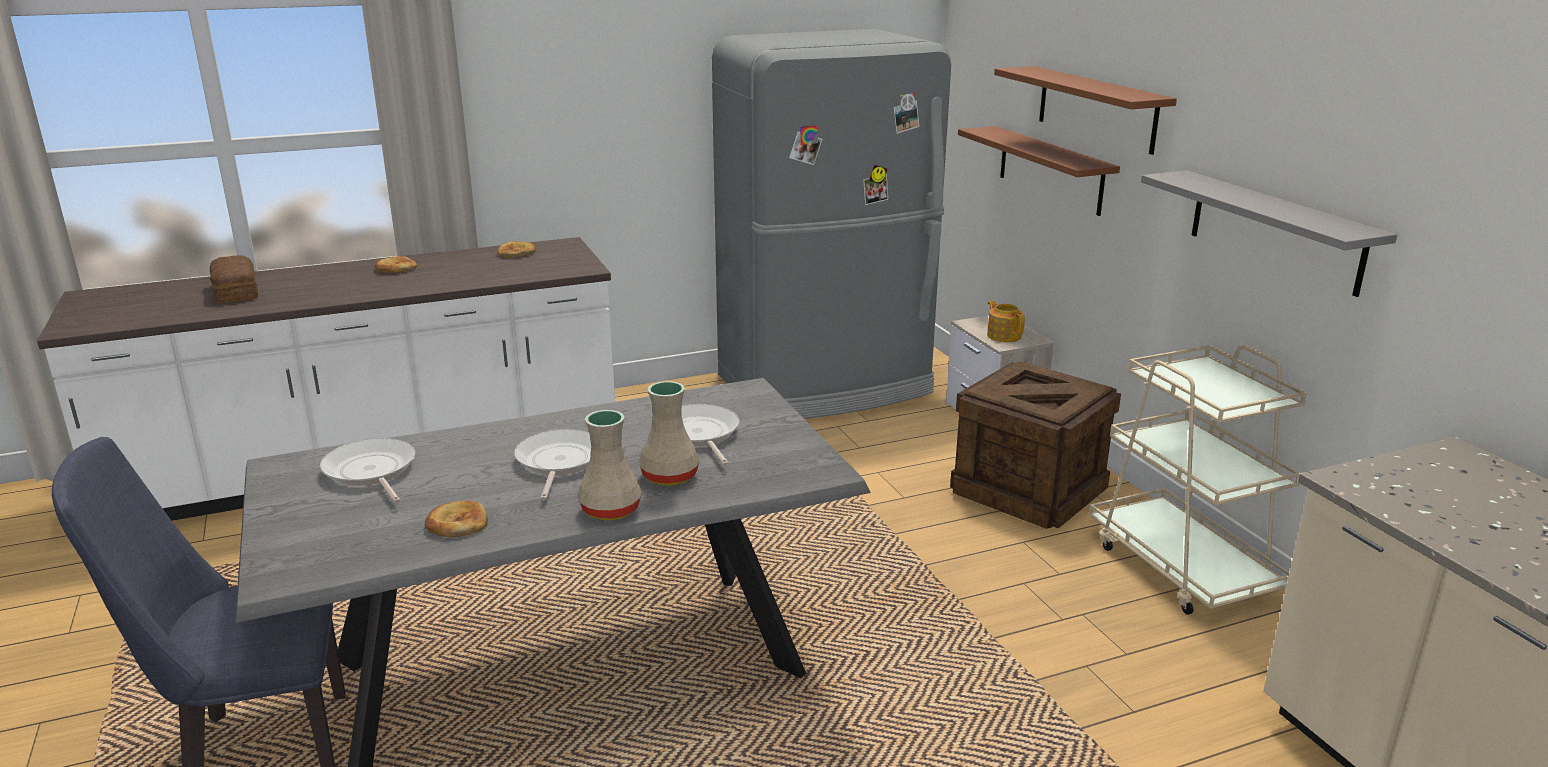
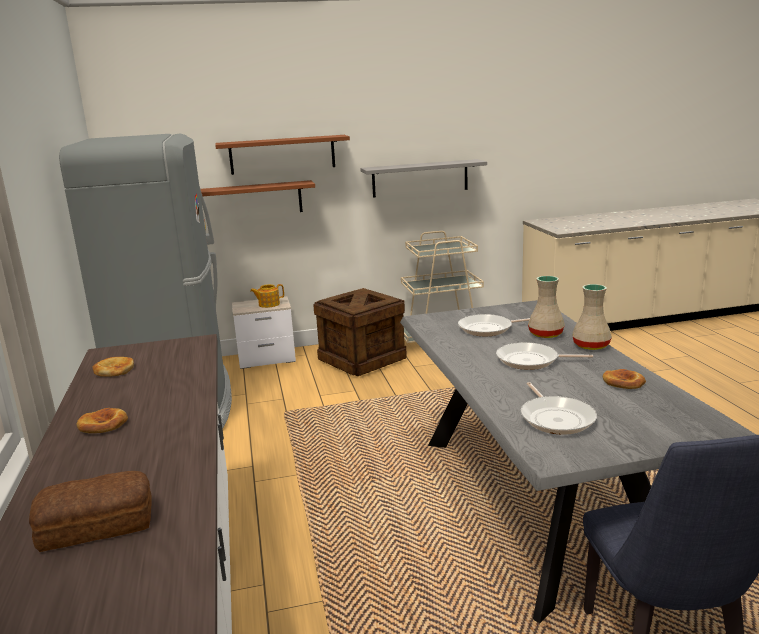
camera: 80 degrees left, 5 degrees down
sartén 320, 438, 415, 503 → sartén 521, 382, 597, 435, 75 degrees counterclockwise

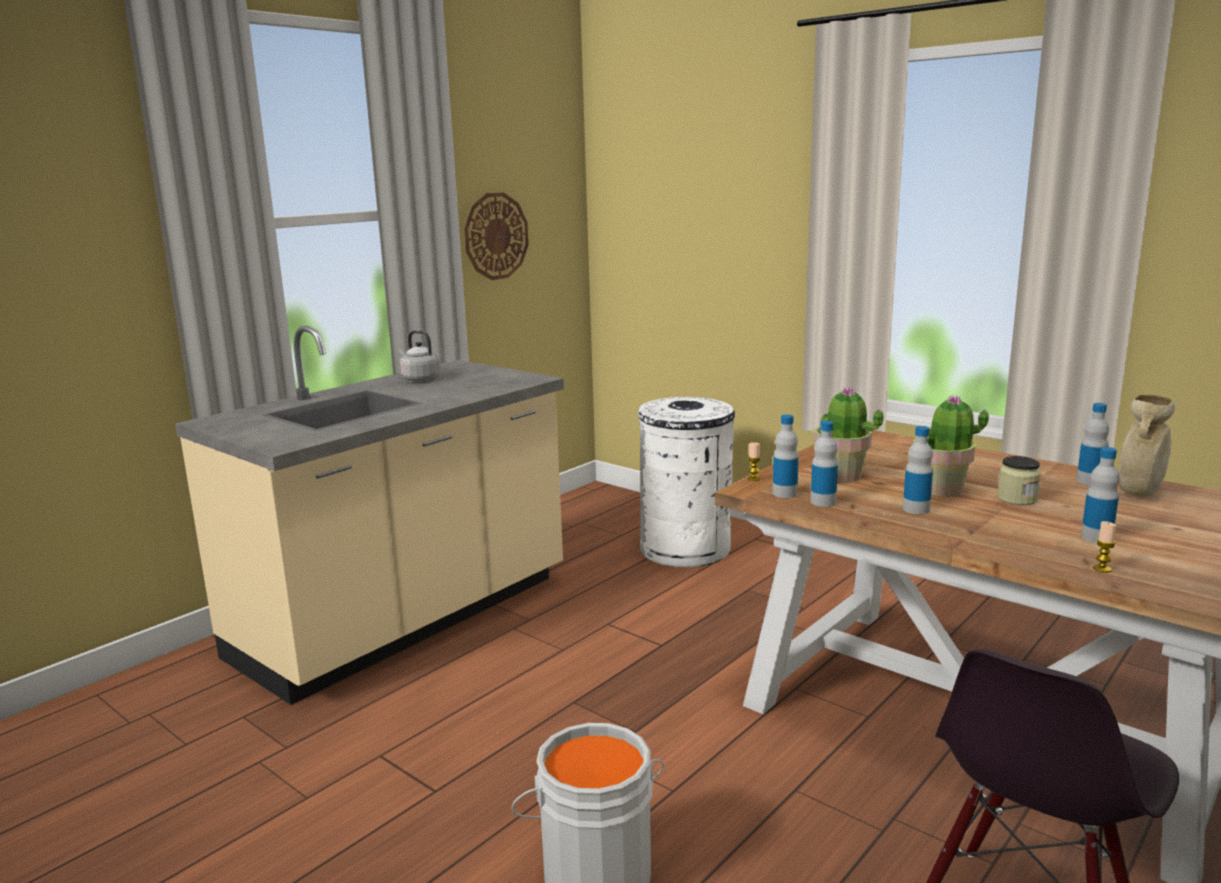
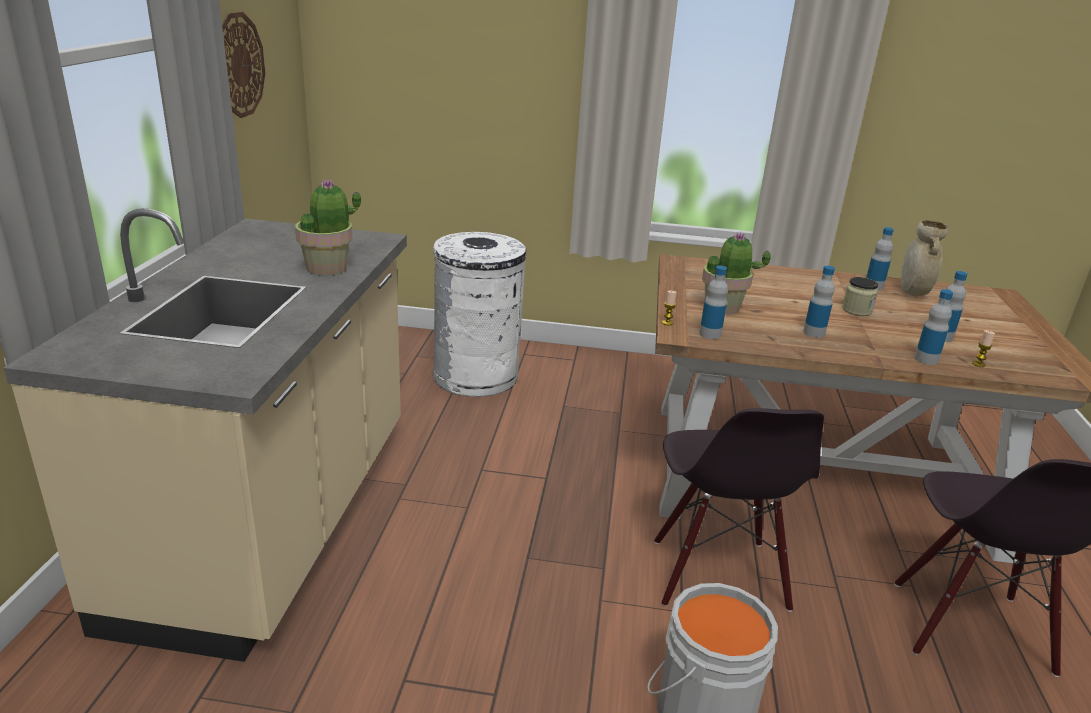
camera: 35 degrees left, 10 degrees up
hervidor (gris) 399, 330, 441, 382 → -
planta en maceta 913, 394, 989, 496 → planta en maceta 295, 179, 361, 276, shifted
botella 811, 421, 838, 507 → botella 914, 289, 953, 365, shifted
- → silla (negro) 654, 408, 824, 612

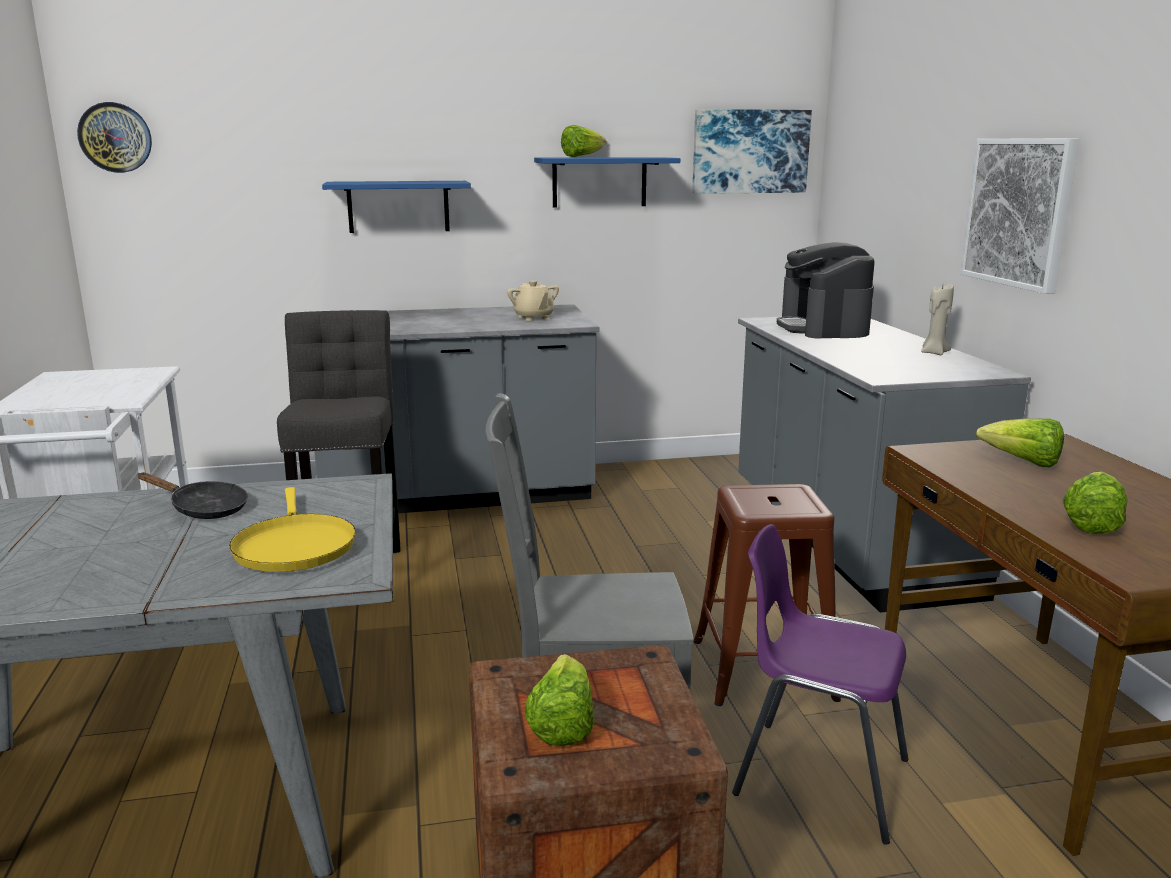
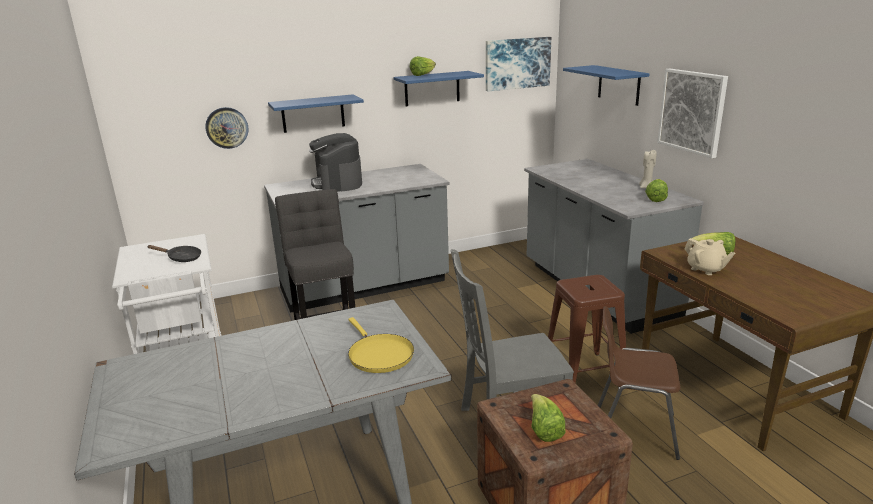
camera: 10 degrees left, 5 degrees up
reloj de pared 77, 102, 152, 173 → reloj de pared 205, 107, 249, 149, shifted
cafetera 777, 242, 875, 339 → cafetera 309, 133, 362, 192, shifted
tetera (beis) 507, 280, 559, 321 → tetera (beis) 684, 238, 735, 275, shifted
sartén (negro) 137, 472, 248, 519 → sartén (negro) 147, 245, 201, 262, shifted
lechuga 1062, 472, 1128, 534 → lechuga 645, 179, 668, 202, shifted
silla (morado) 732, 524, 908, 845 → silla (marrón) 598, 306, 680, 460
- → estante (azul) 563, 65, 650, 106

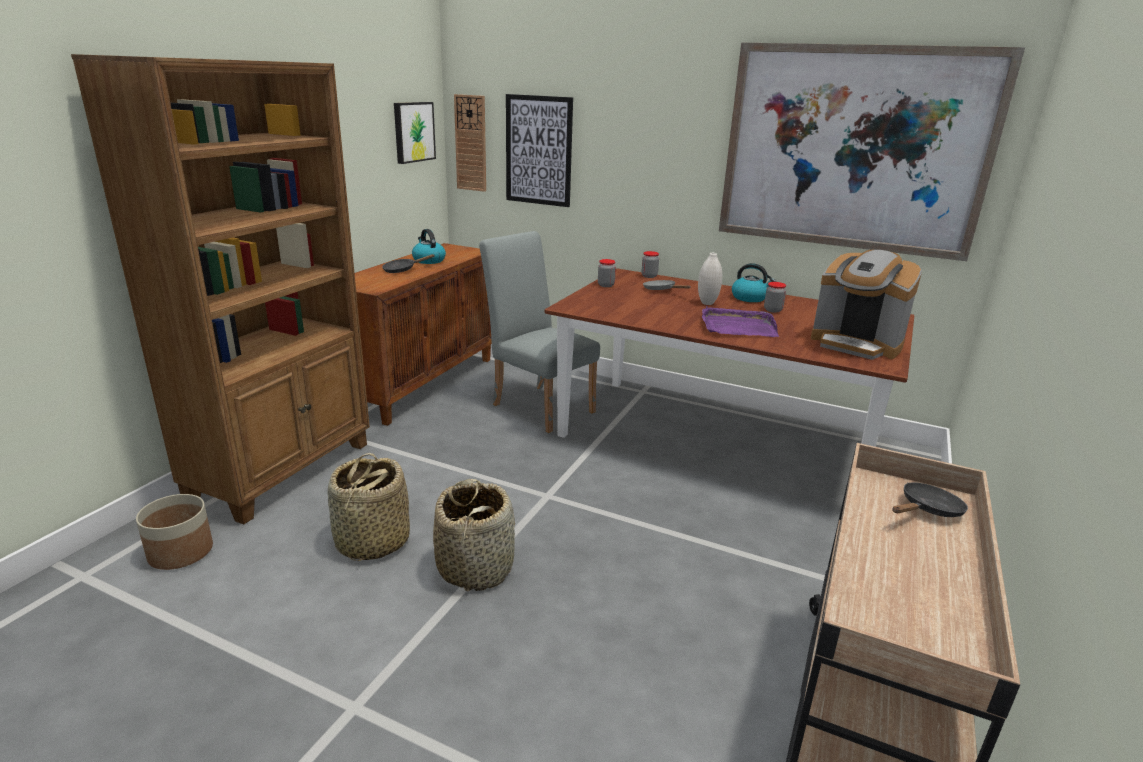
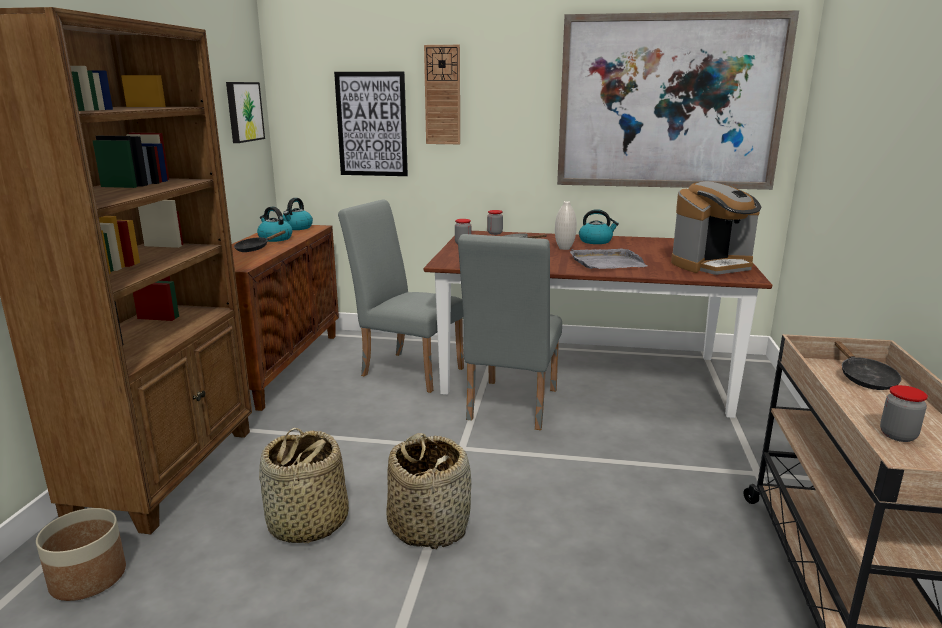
camera: 15 degrees left, 5 degrees down
reloj de pared 454, 94, 486, 192 → reloj de pared 424, 45, 460, 144, shifted
cafetera 811, 250, 922, 360 → cafetera 671, 181, 762, 275, 45 degrees counterclockwise
tarro 764, 282, 786, 313 → tarro 880, 385, 928, 442, shifted
bandeja (morado) 702, 306, 779, 337 → bandeja (gris) 570, 248, 647, 269
sartén (negro) 892, 483, 968, 517 → sartén (negro) 835, 341, 901, 390, 135 degrees clockwise
- → hervidor 283, 198, 313, 230
- → silla (gris) 458, 234, 562, 430

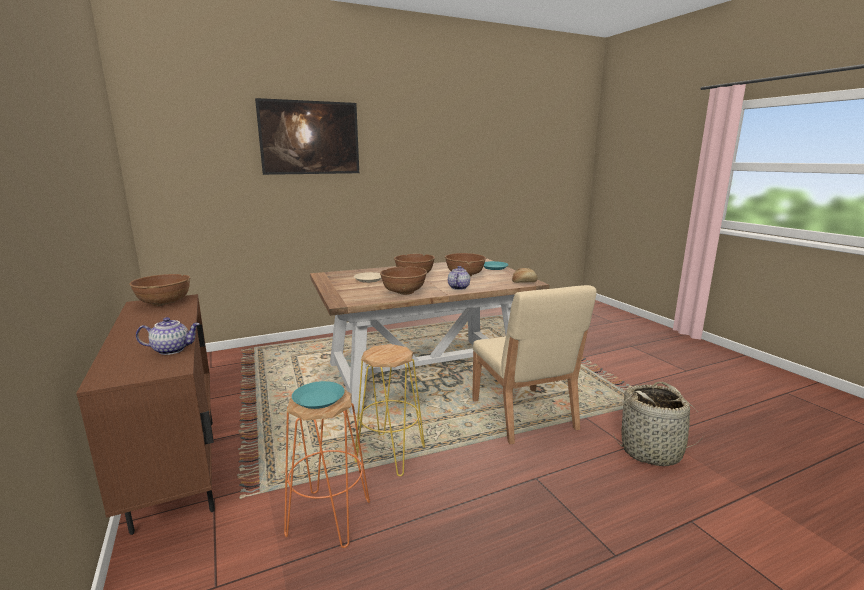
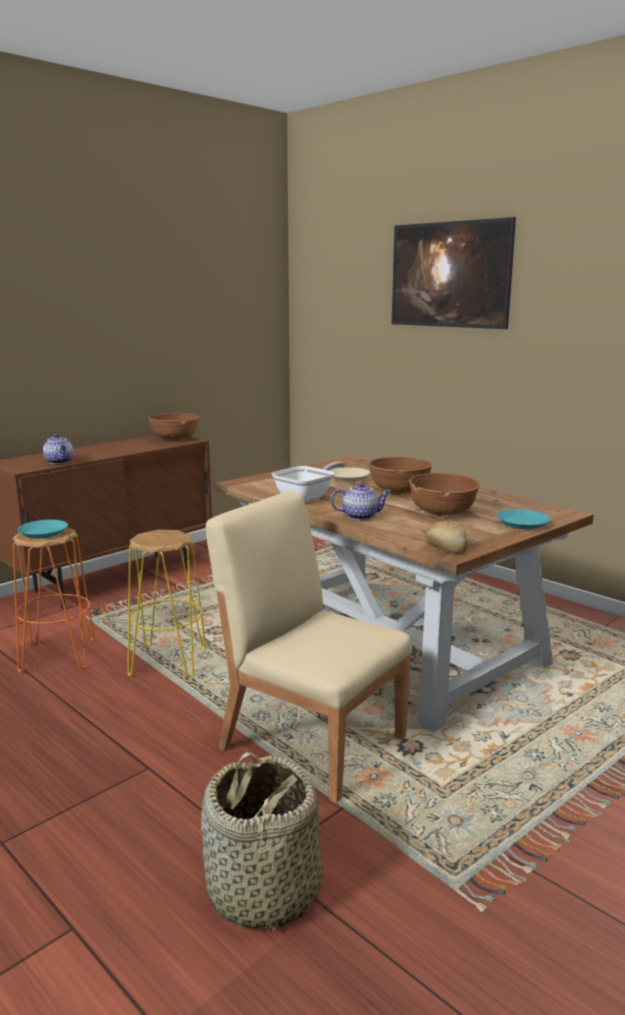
camera: 70 degrees right, 0 degrees up
cuenco (marrón) 380, 267, 427, 295 → sartén 272, 462, 345, 502
silla (beis) 472, 285, 597, 445 → silla (beis) 206, 491, 412, 804, 75 degrees clockwise

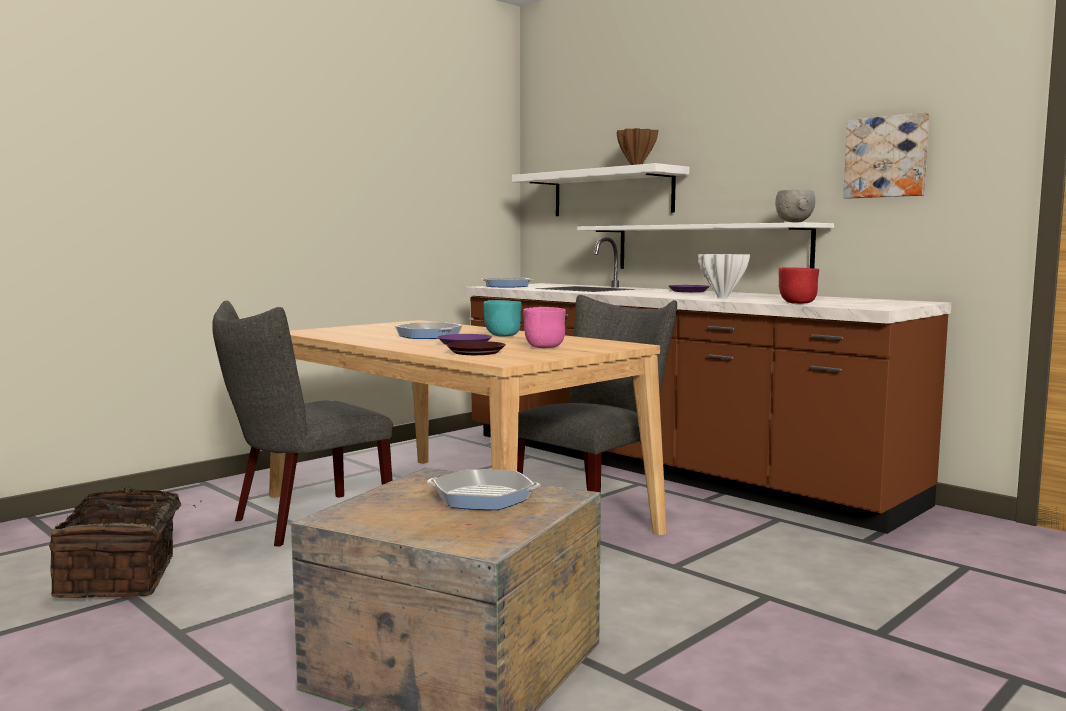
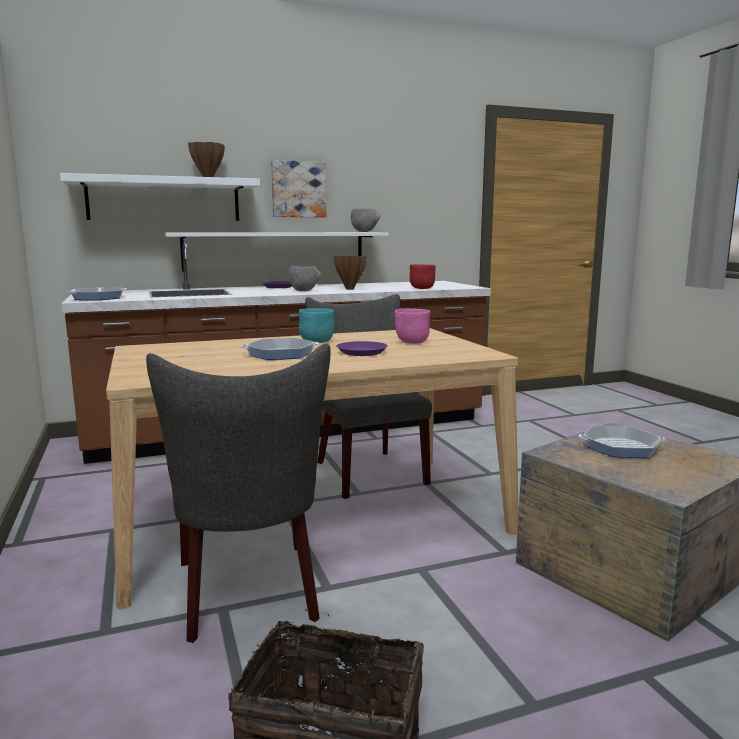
camera: 65 degrees left, 5 degrees up
cuadro 843, 112, 929, 199 → cuadro 271, 160, 326, 217, shifted
florero (blanco) 698, 254, 750, 298 → florero (marrón) 333, 256, 367, 290
plato (marrón) 446, 341, 506, 355 → -
sartén 427, 469, 541, 510 → sartén 578, 426, 666, 458, 120 degrees counterclockwise
- → cuenco (gris) 288, 266, 321, 291

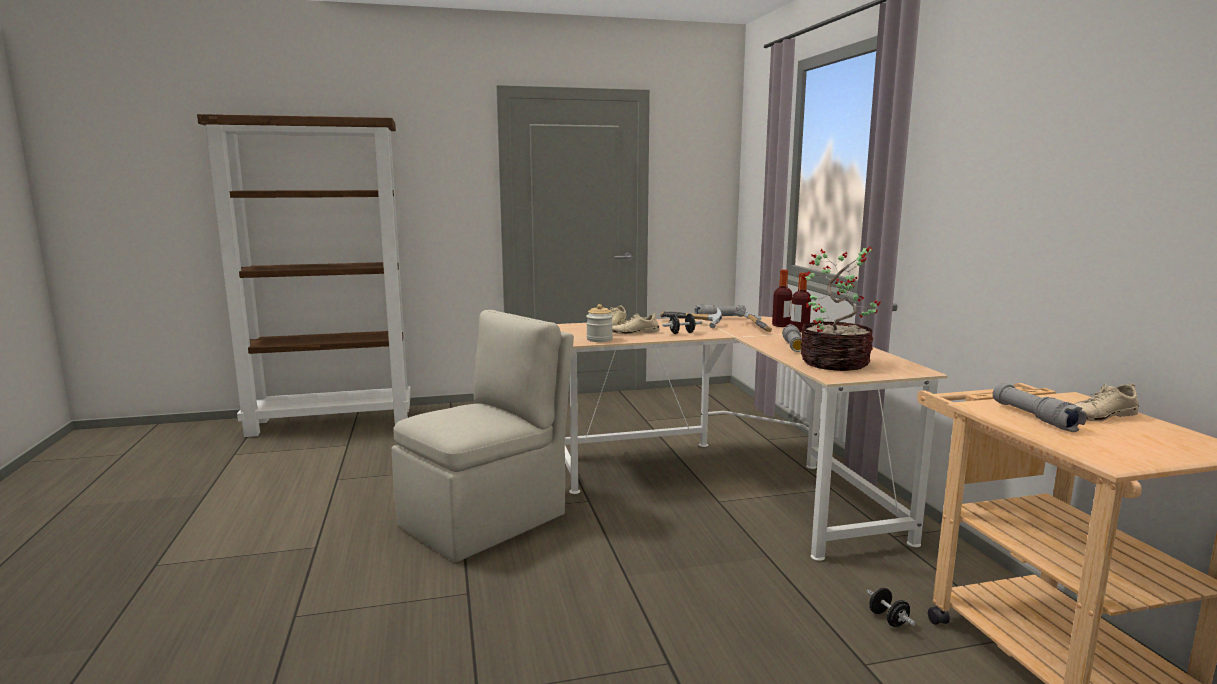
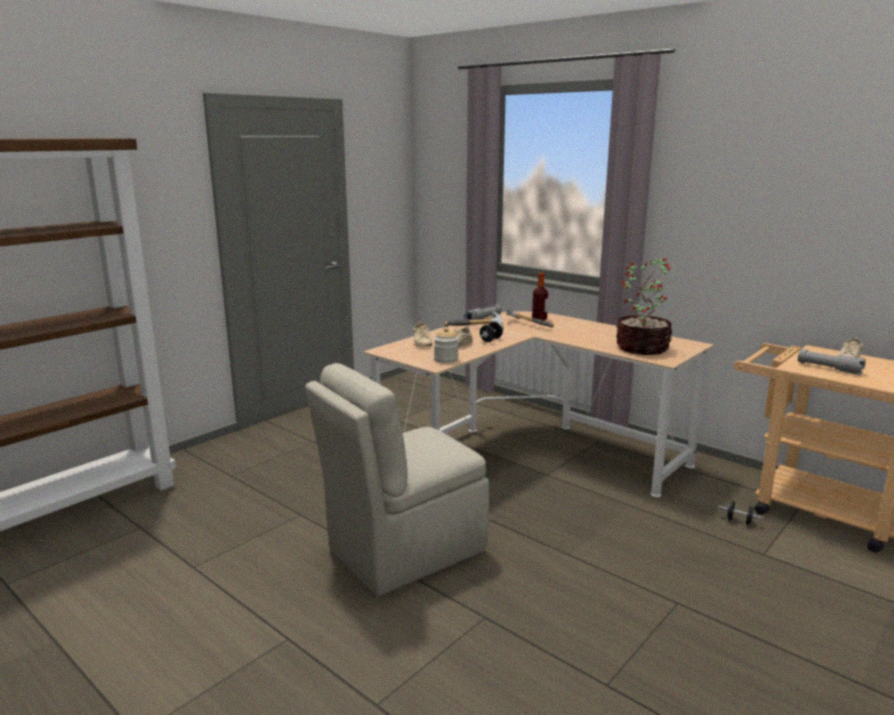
camera: 35 degrees left, 5 degrees up
botella 790, 273, 811, 332 → -
silla (beis) 392, 310, 574, 562 → silla (beis) 305, 363, 489, 596, 135 degrees counterclockwise
linterna (gris) 782, 324, 802, 352 → -

